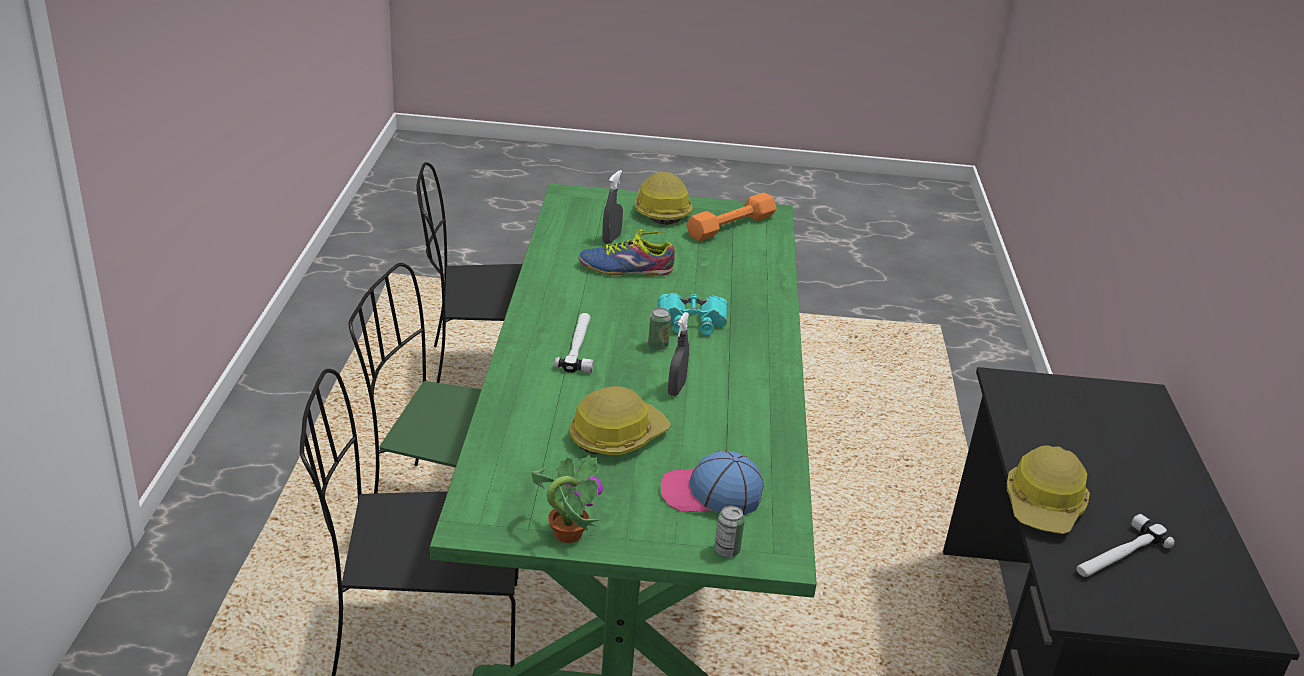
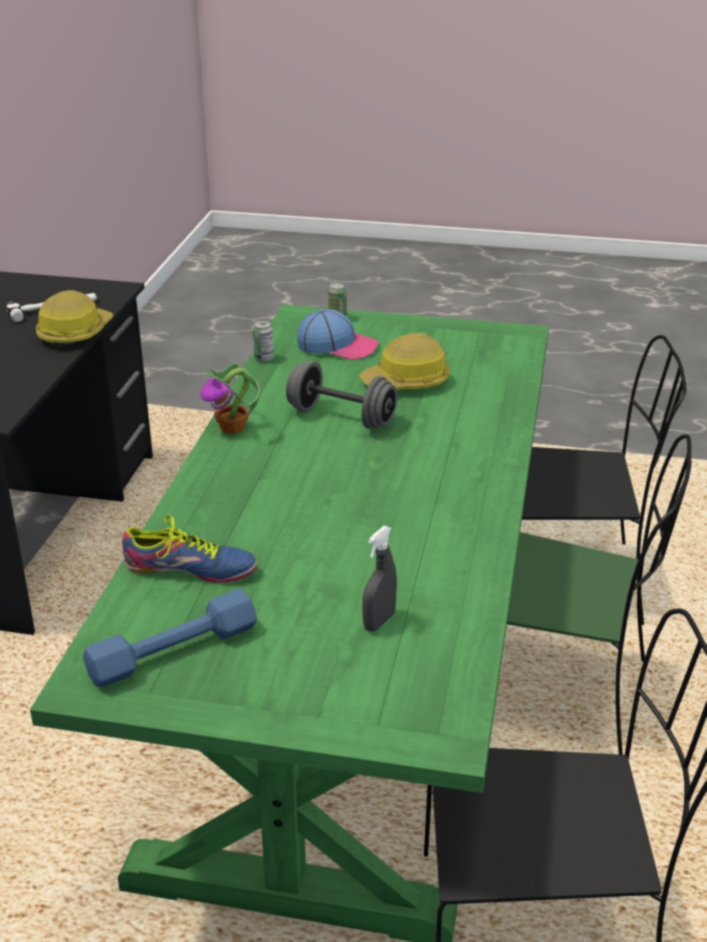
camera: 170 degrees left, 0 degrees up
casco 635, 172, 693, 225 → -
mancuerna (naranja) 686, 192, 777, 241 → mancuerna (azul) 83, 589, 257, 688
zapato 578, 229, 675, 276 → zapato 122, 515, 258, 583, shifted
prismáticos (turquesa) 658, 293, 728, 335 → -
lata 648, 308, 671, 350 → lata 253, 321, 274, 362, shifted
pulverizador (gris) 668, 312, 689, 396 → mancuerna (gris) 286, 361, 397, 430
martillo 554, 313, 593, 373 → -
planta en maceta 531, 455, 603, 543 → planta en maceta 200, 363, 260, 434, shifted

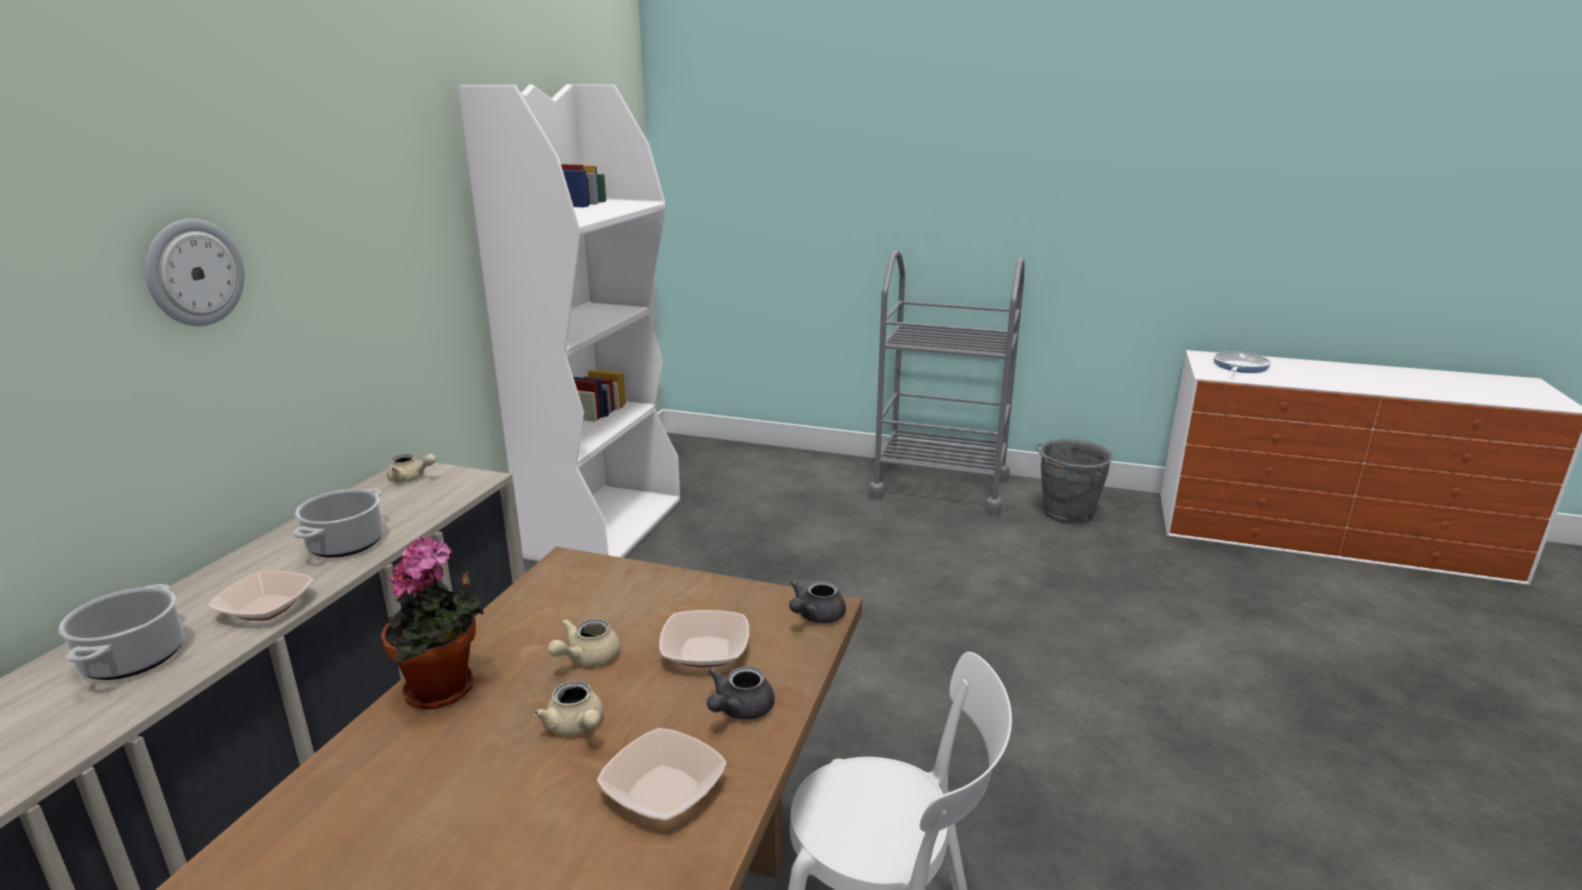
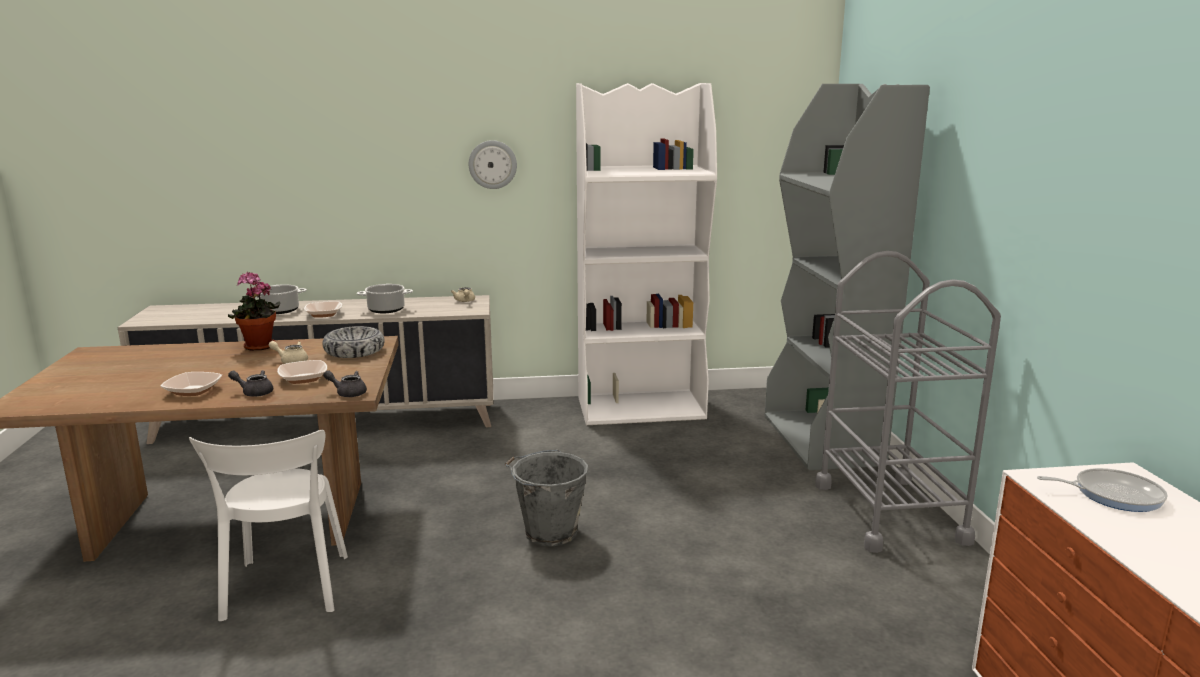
camera: 65 degrees right, 5 degrees down
reloj de pared 145, 219, 245, 326 → reloj de pared 469, 140, 517, 189, shifted
cubo (gris) 1036, 439, 1114, 524 → cubo (gris) 505, 450, 588, 547, shifted
tetera (beis) 534, 681, 603, 736 → -
- → estantería (gris) 765, 84, 930, 470
- → cuenco 322, 326, 385, 358

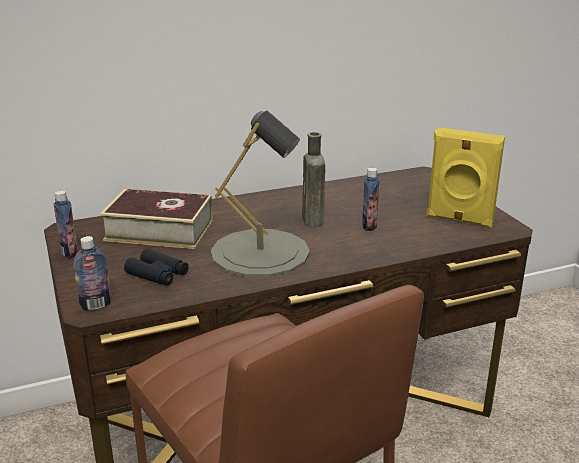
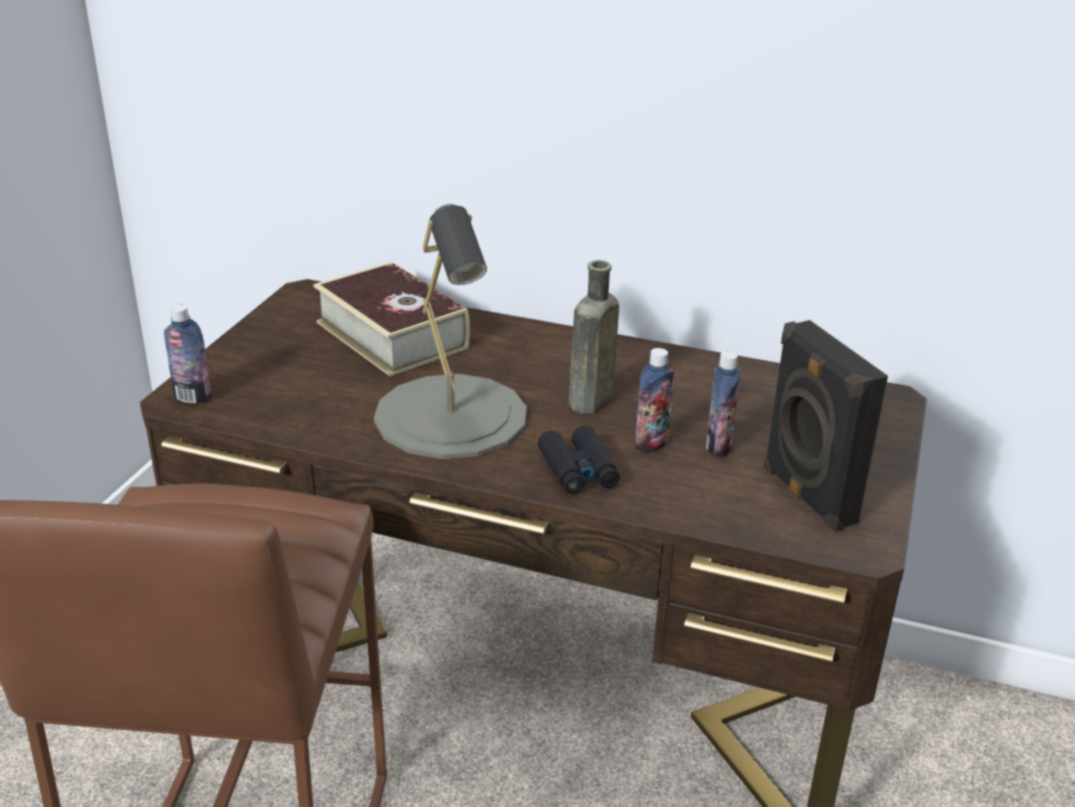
camera: 40 degrees right, 5 degrees up
altavoz (amarillo) 427, 127, 505, 228 → altavoz (negro) 763, 320, 888, 532
botella 53, 191, 78, 258 → botella 706, 351, 741, 457, shifted
prismáticos (negro) 124, 248, 189, 286 → prismáticos (negro) 538, 426, 620, 494, shifted

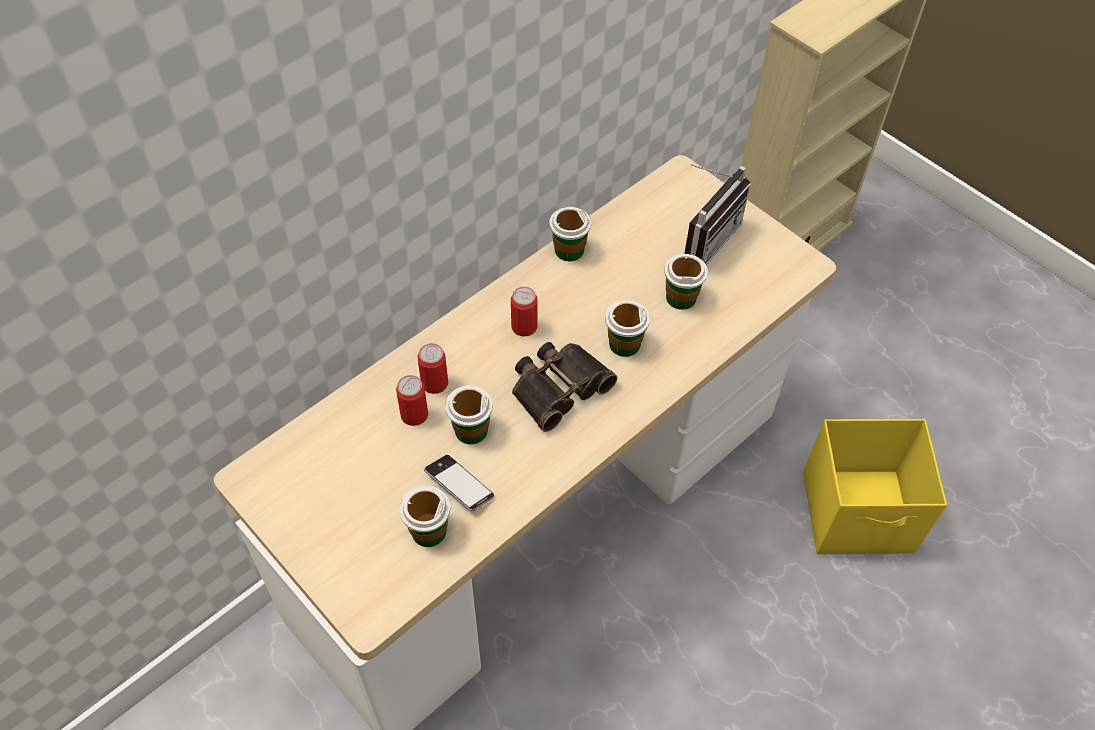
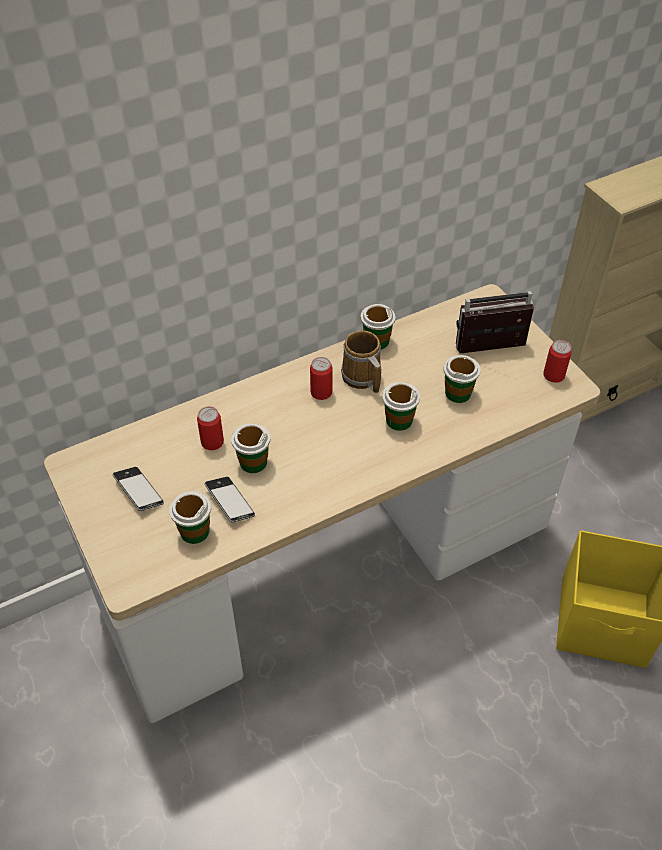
camera: 15 degrees right, 5 degrees down
radio 684, 164, 751, 265 → radio 456, 291, 534, 354, 150 degrees counterclockwise
prismáticos 512, 342, 618, 432 → -
lata 418, 343, 448, 394 → lata 543, 340, 572, 383, shifted
- → taza grande 341, 330, 382, 393
- → móvil 113, 467, 164, 511

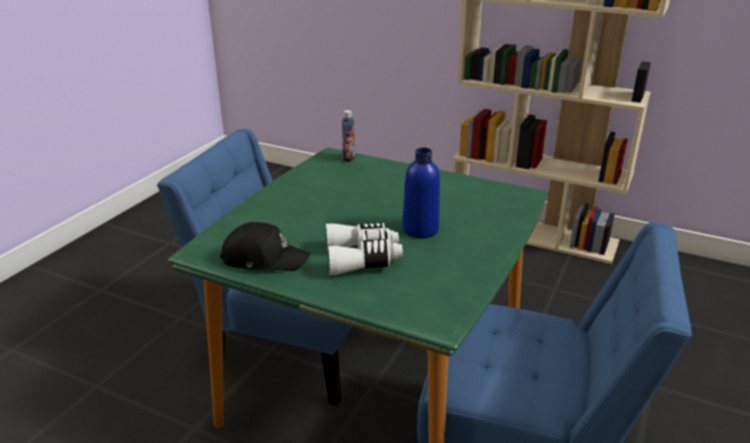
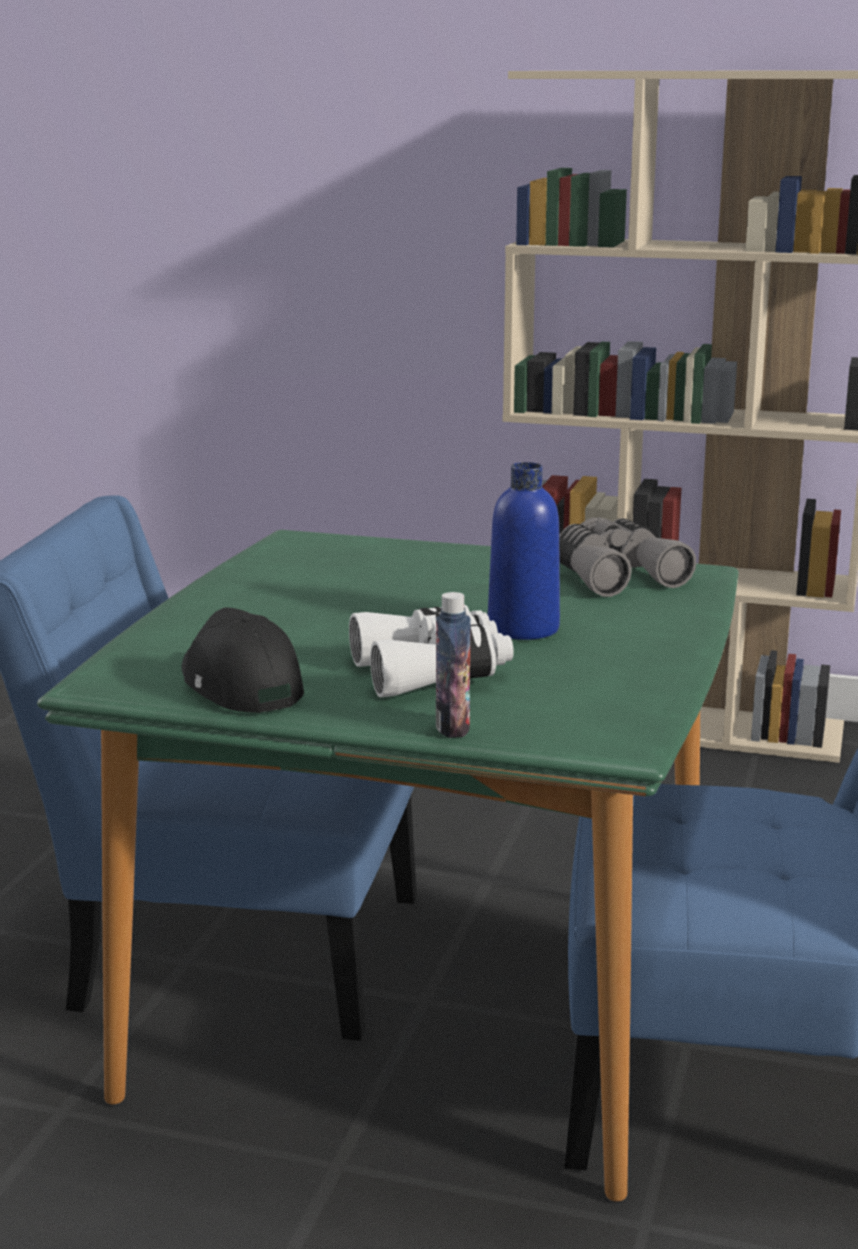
camera: 10 degrees left, 10 degrees down
botella 342, 110, 355, 162 → botella 436, 592, 471, 738, shifted
gorra (negro) 220, 222, 310, 271 → gorra (negro) 182, 608, 304, 713, 120 degrees counterclockwise
- → prismáticos (gris) 559, 517, 696, 597

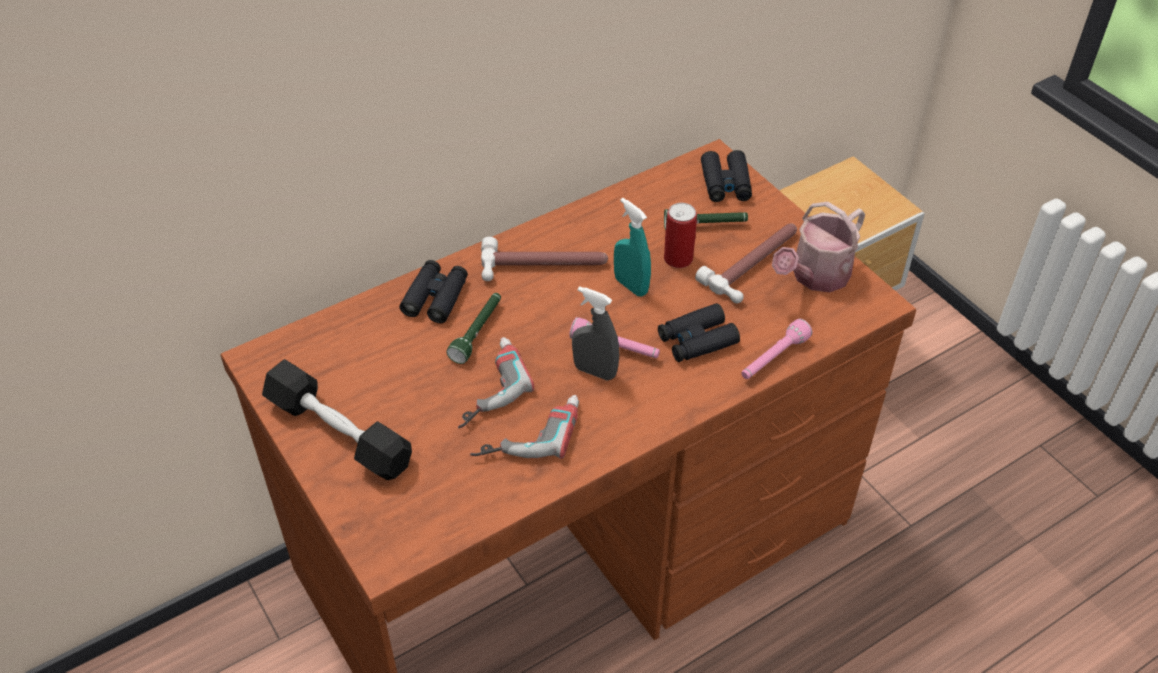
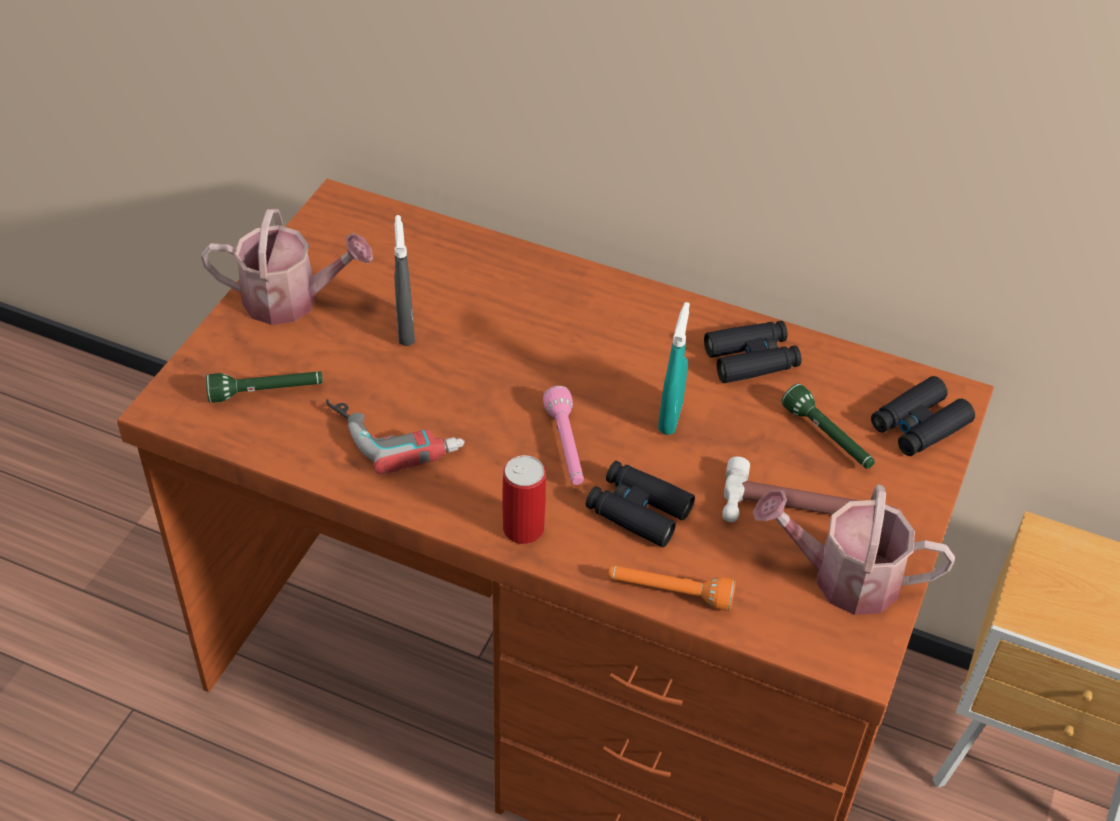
camera: 55 degrees right, 0 degrees up
lata 664, 203, 697, 268 → lata 502, 455, 546, 544, shifted
martillo 481, 237, 608, 281 → -
prismáticos (negro) 399, 260, 468, 323 → prismáticos (negro) 704, 321, 801, 383, shifted
pulverizador (gris) 572, 286, 619, 380 → pulverizador (gris) 394, 215, 415, 346, shifted
linterna (verde) 446, 293, 501, 364 → linterna (verde) 206, 371, 323, 403, shifted
linterna (rosa) 742, 319, 812, 379 → linterna (naranja) 608, 565, 736, 611
taladro 458, 337, 534, 428 → -
mancuerna (negro) 262, 359, 412, 480 → regadera 201, 209, 373, 325

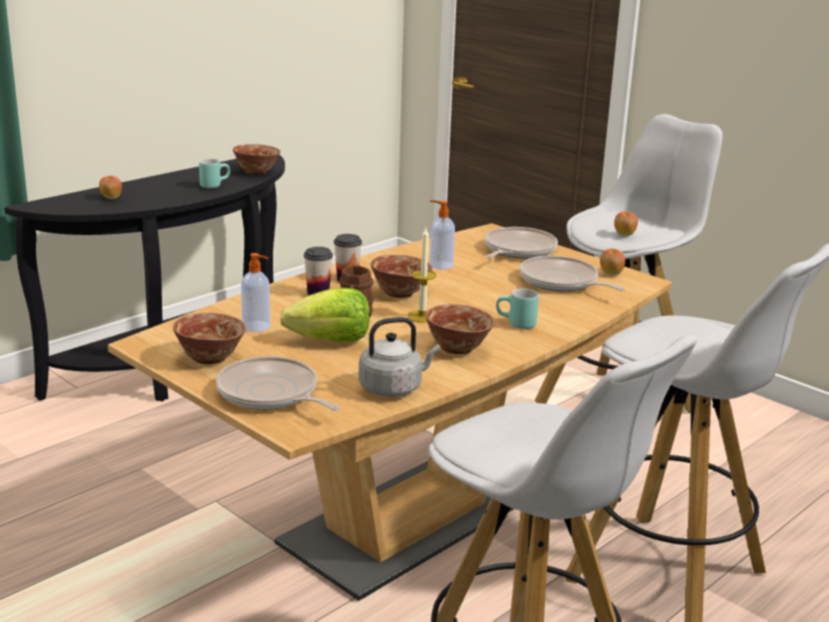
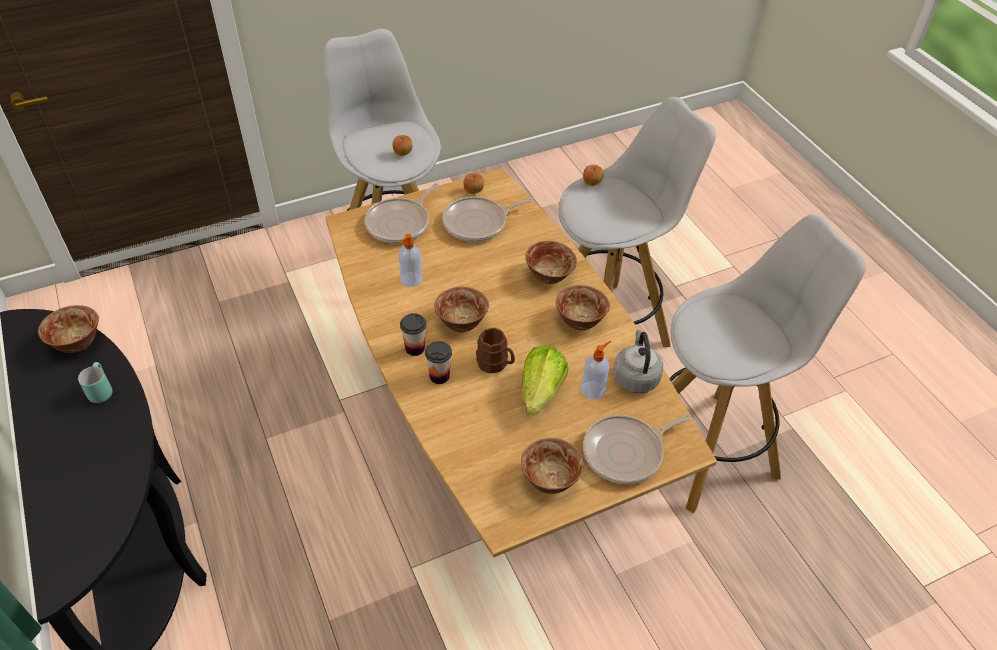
camera: 70 degrees left, 25 degrees up
manzana 99, 176, 122, 199 → manzana 583, 165, 604, 186, shifted
sartén 485, 227, 558, 259 → sartén 365, 183, 439, 244, 105 degrees counterclockwise
vela 408, 228, 437, 323 → -
dispensador de jabón 241, 253, 270, 332 → dispensador de jabón 581, 341, 611, 400, shifted
taza grande (turquesa) 496, 288, 539, 329 → cuenco 525, 241, 577, 284

